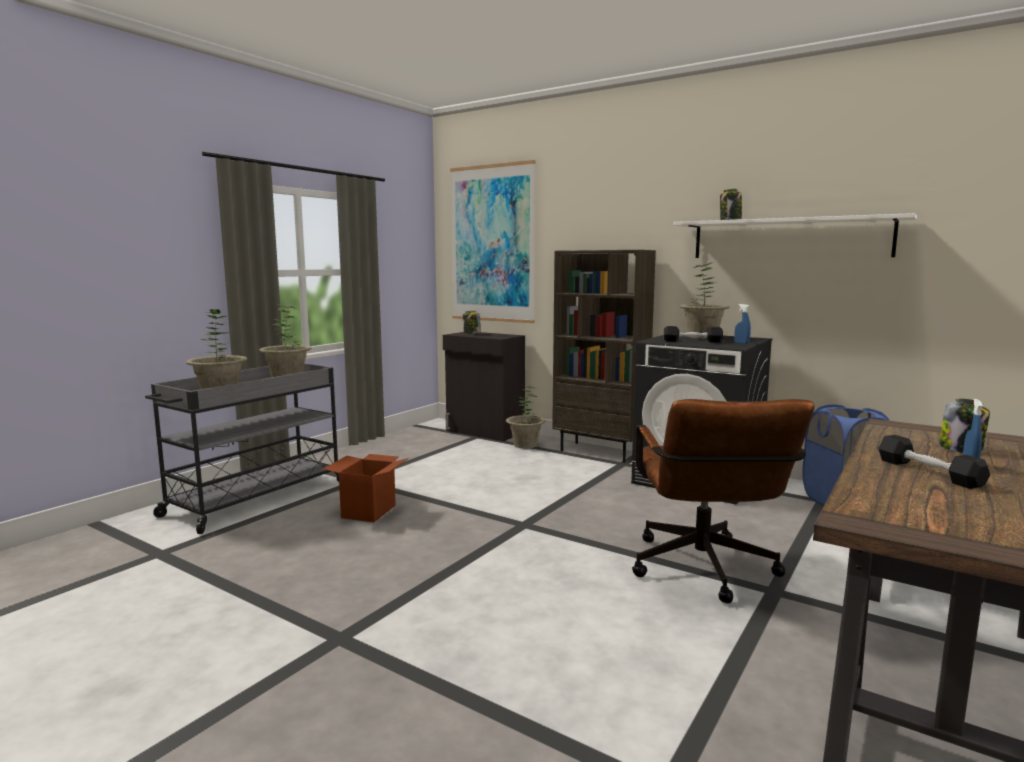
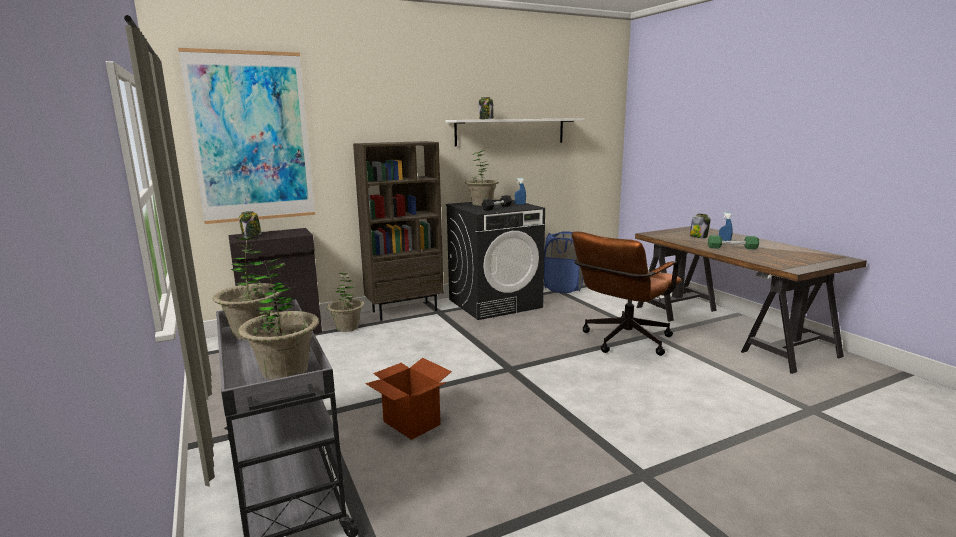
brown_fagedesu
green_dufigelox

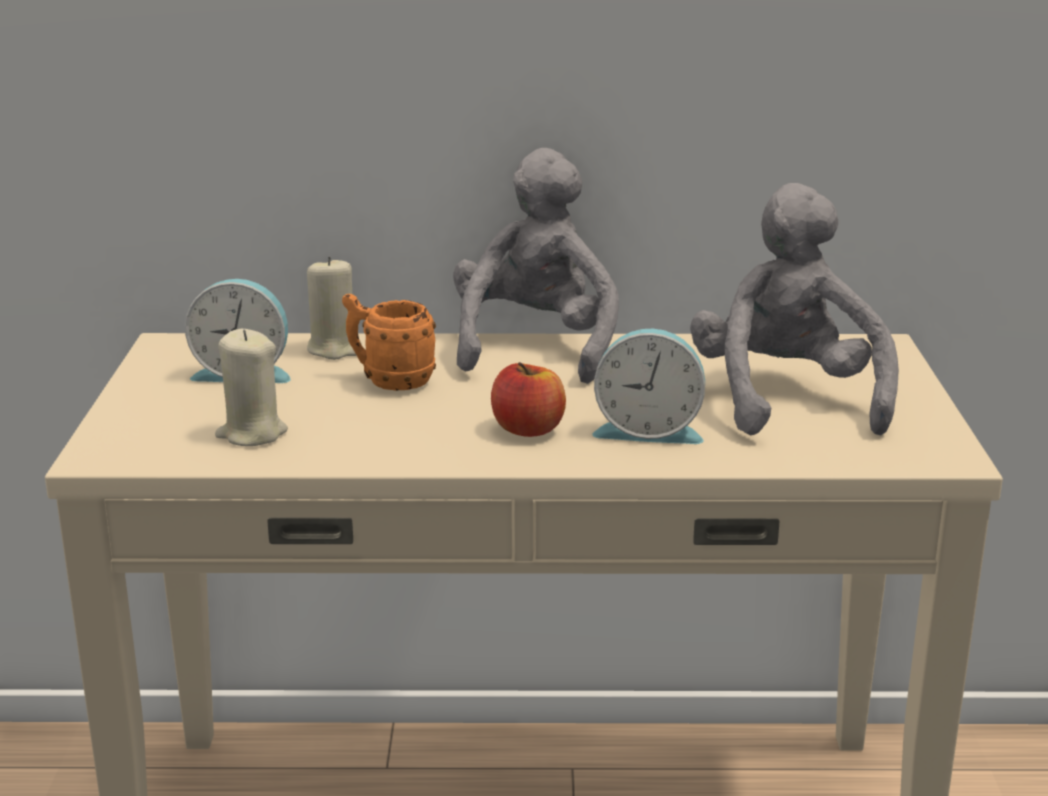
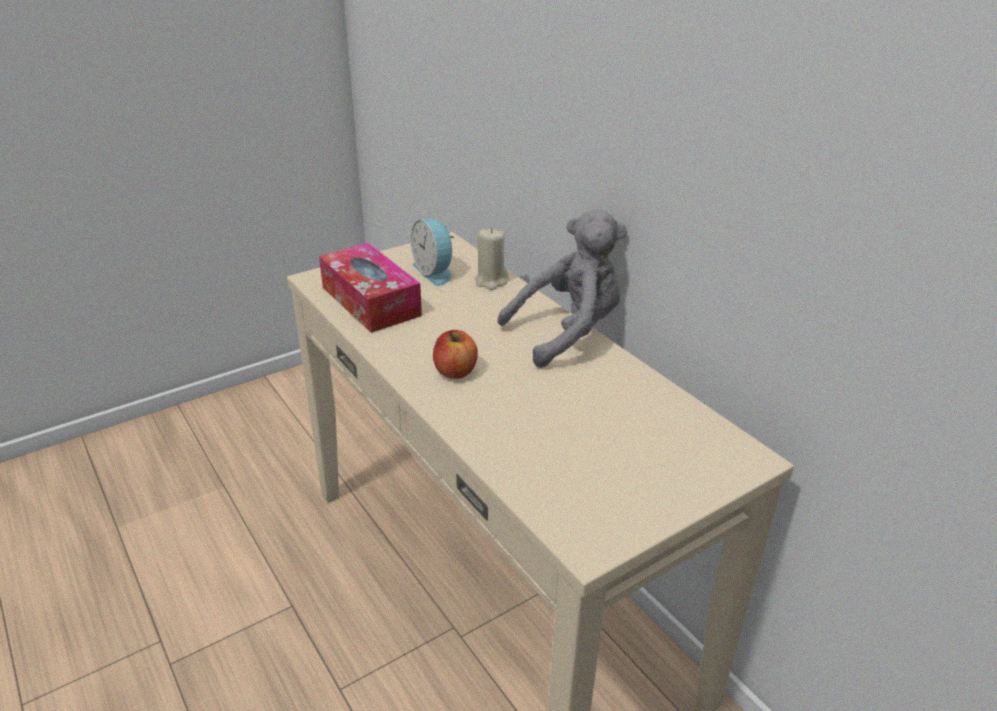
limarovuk
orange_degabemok
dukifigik (2nd from left in the first image)
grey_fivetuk (2nd from left in the first image)

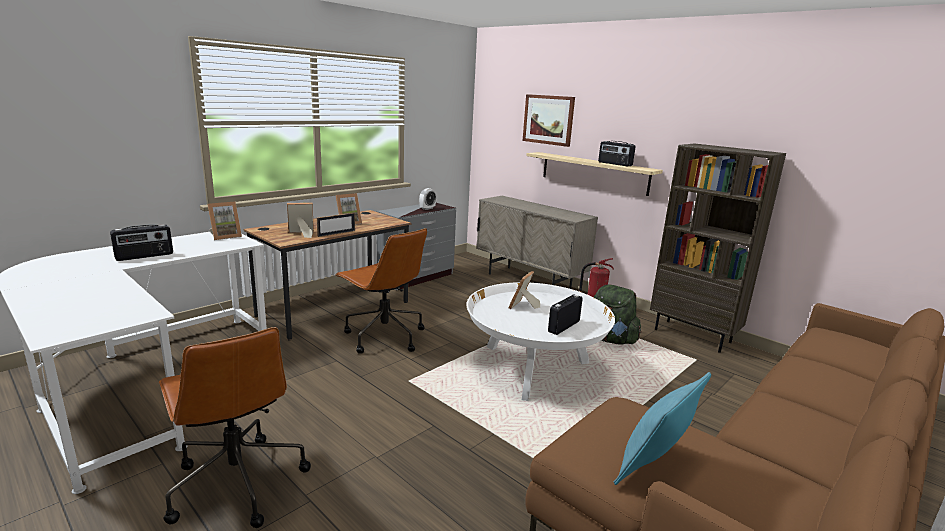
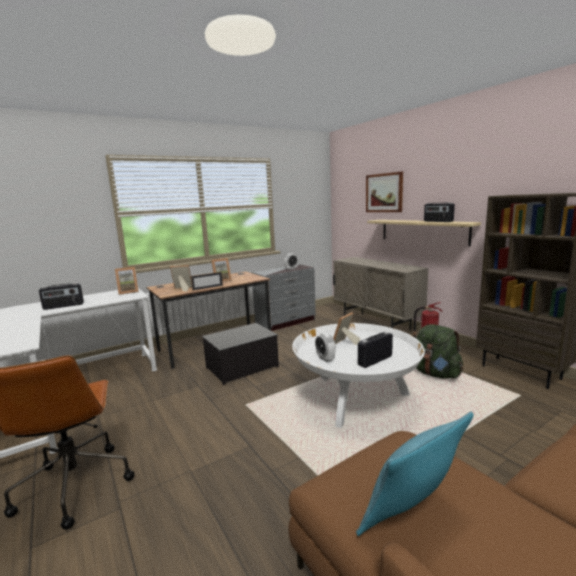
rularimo
dukifigik (2nd from left)

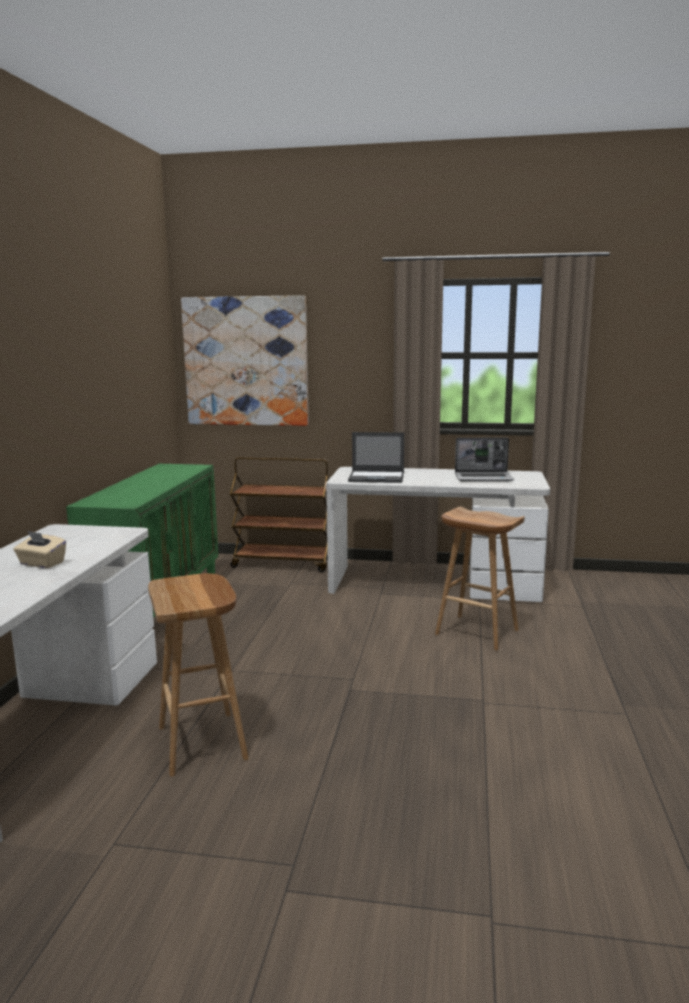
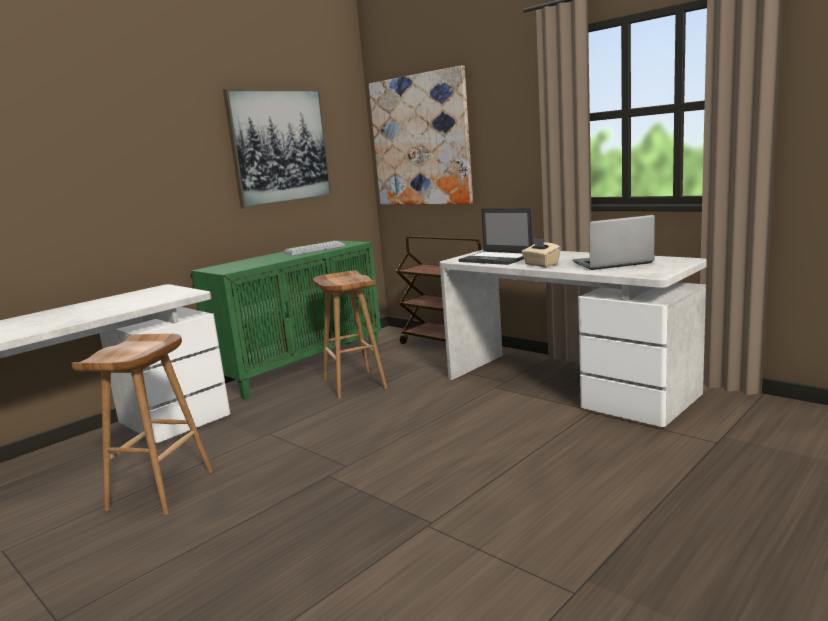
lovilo (1st from left)
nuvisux
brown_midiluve (2nd from left)
beige_limarovuk
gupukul (2nd from left)

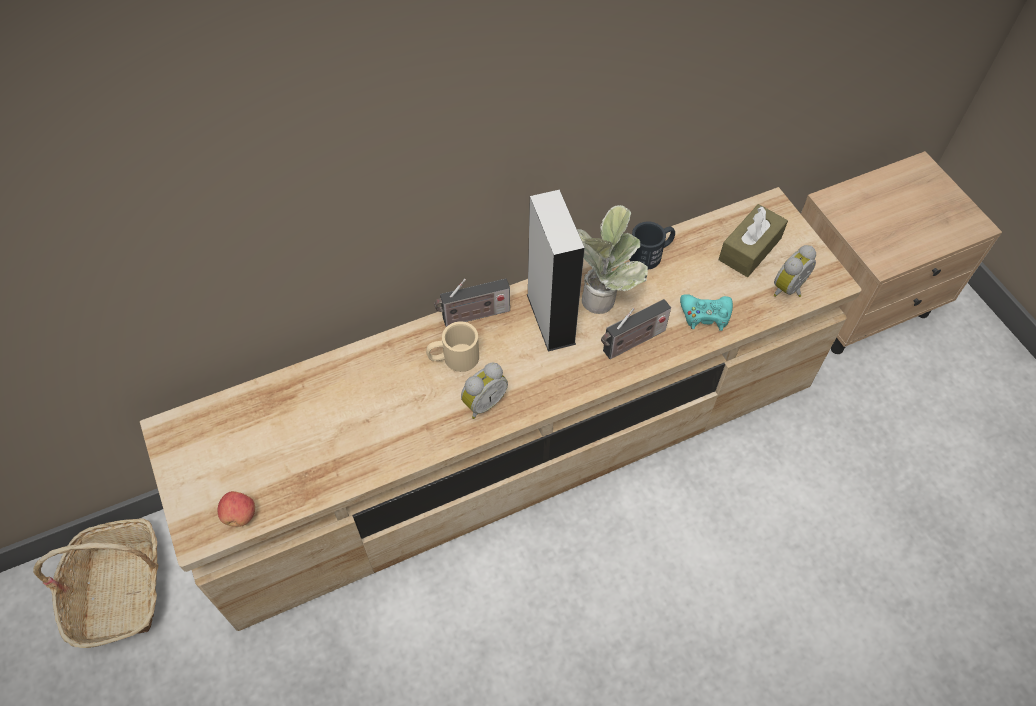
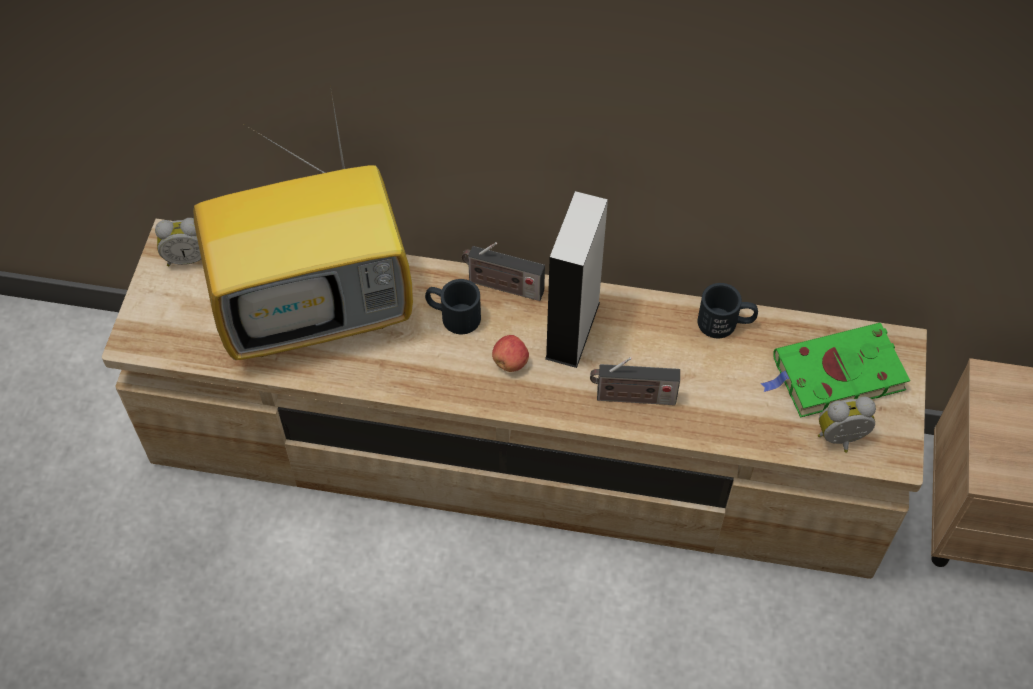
dukifigik (1st from left)
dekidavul
black_degabemok (1st from left)
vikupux
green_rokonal
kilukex
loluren
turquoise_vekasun

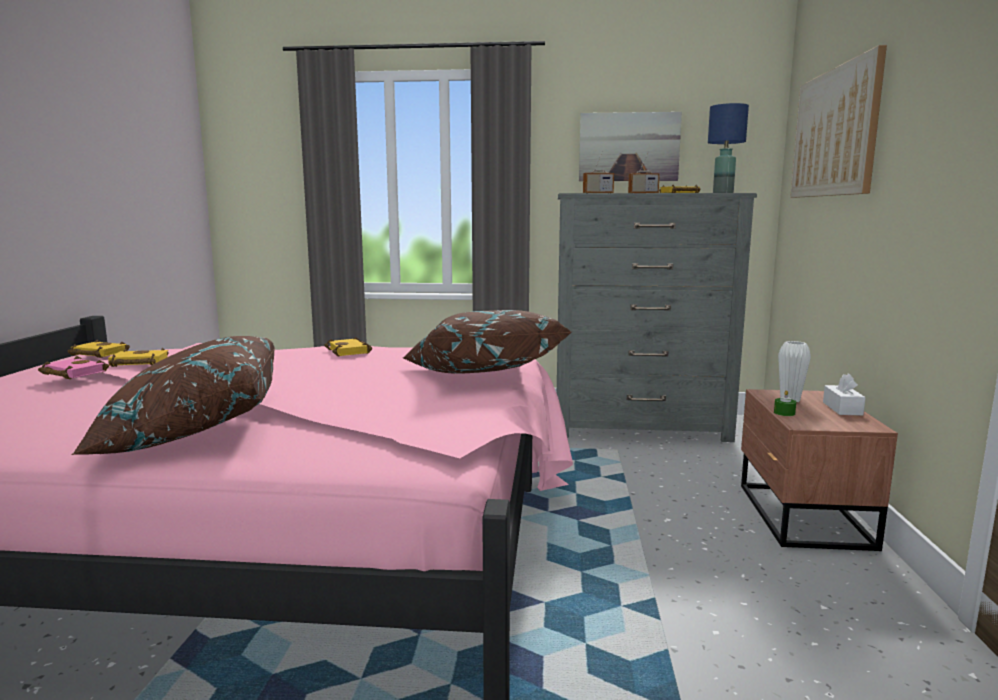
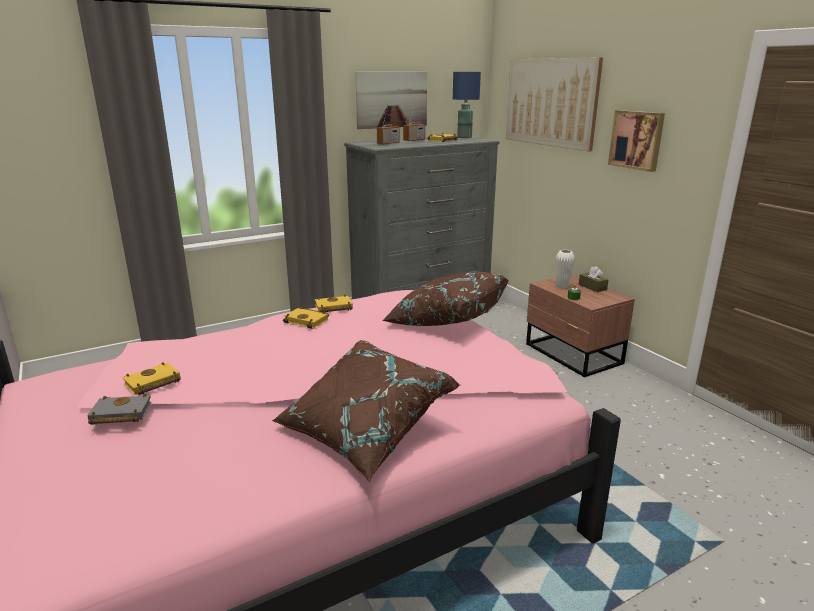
grey_rokonal
yellow_rokonal (3rd from left)
brown_limarovuk
lovilo (3rd from left)

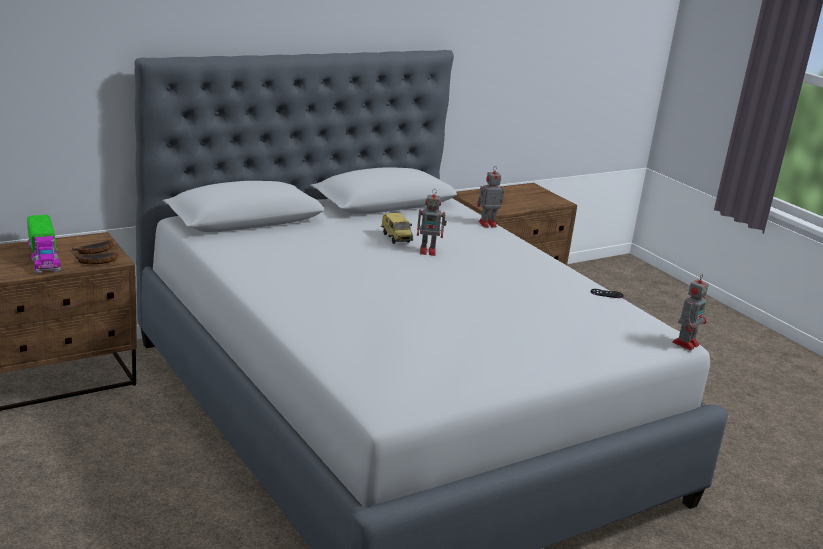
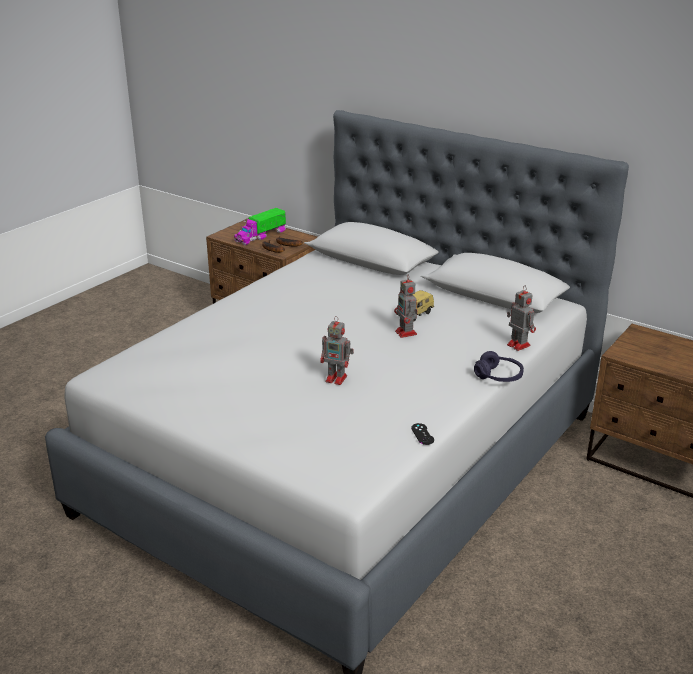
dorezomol (1st from left)
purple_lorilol

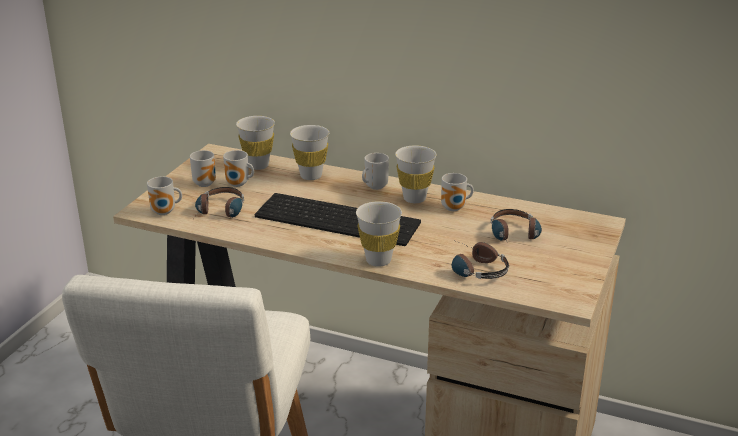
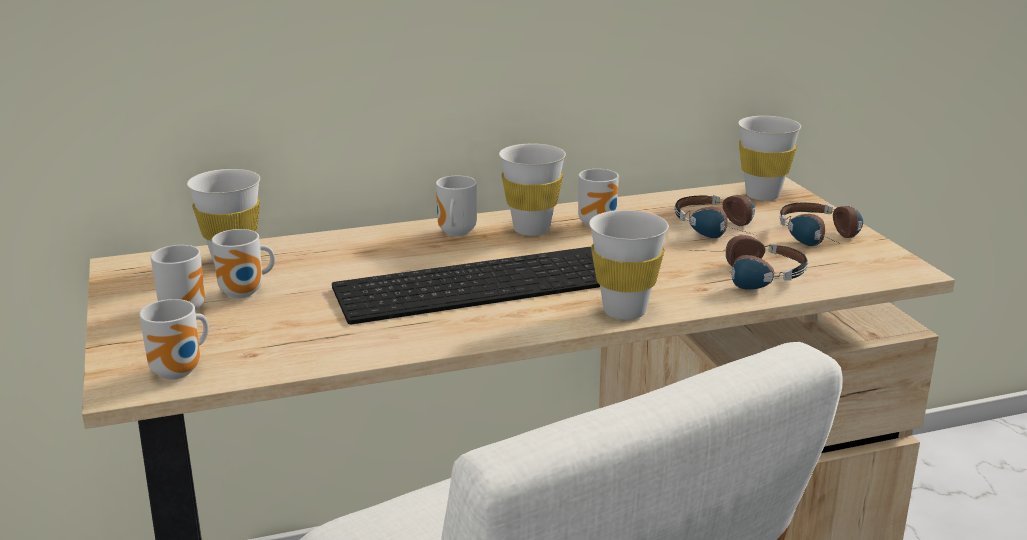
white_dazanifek (4th from left)
lorilol (3rd from left)

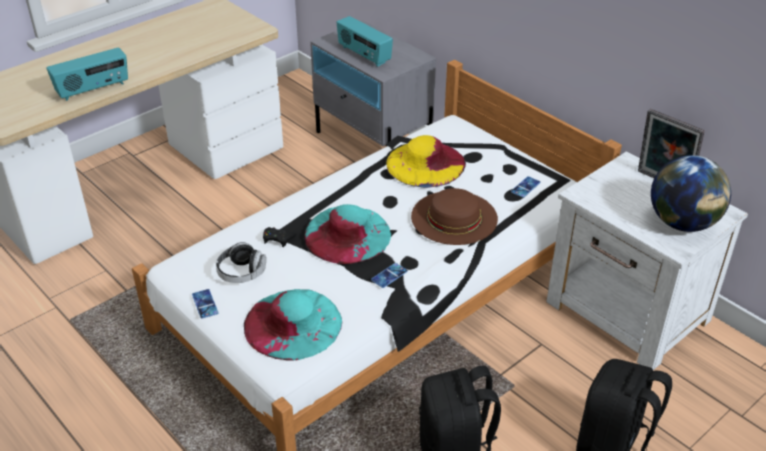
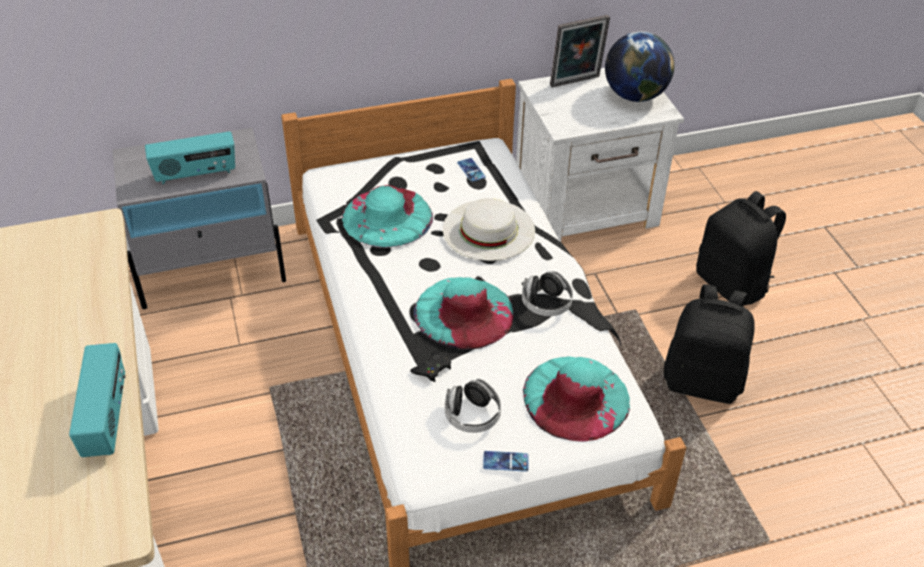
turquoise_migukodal (1st from left)
white_migukodal
lorilol (2nd from left)

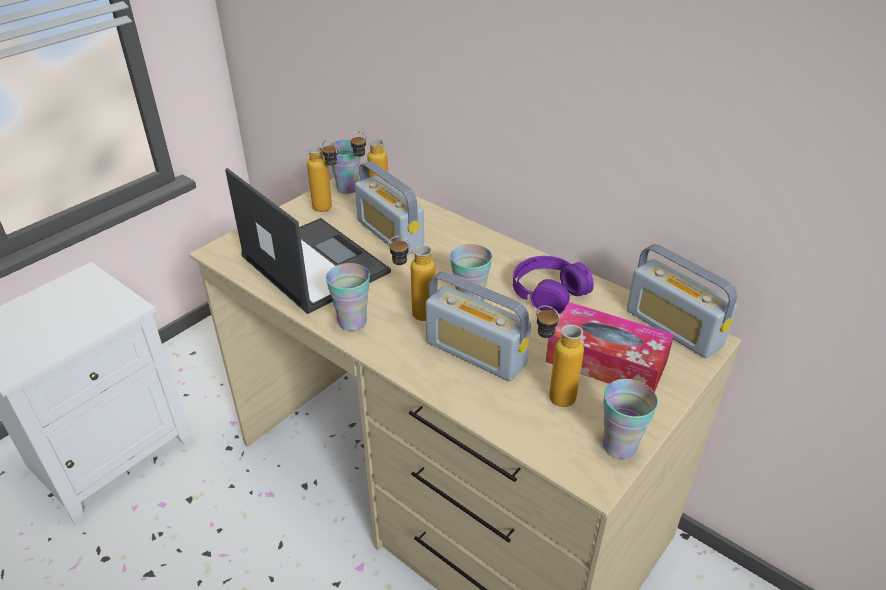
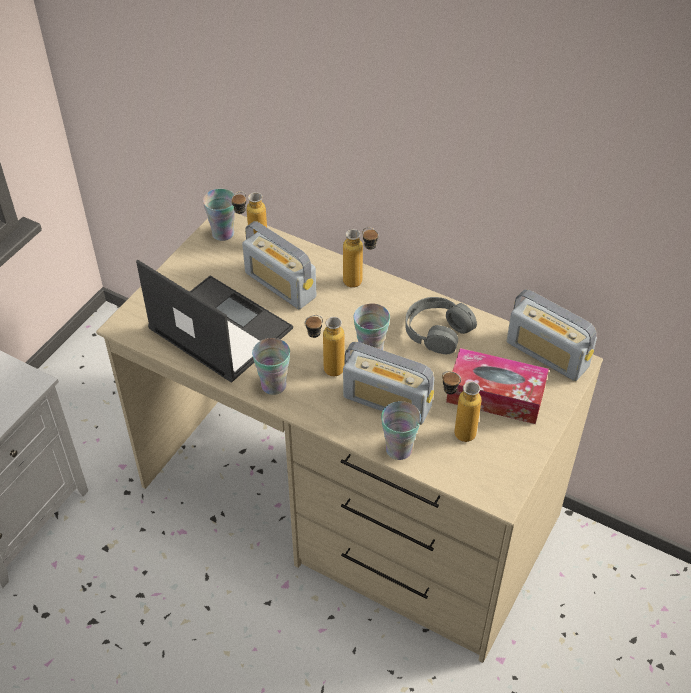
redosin (3rd from left)
dazanifek (4th from left)
grey_lorilol

